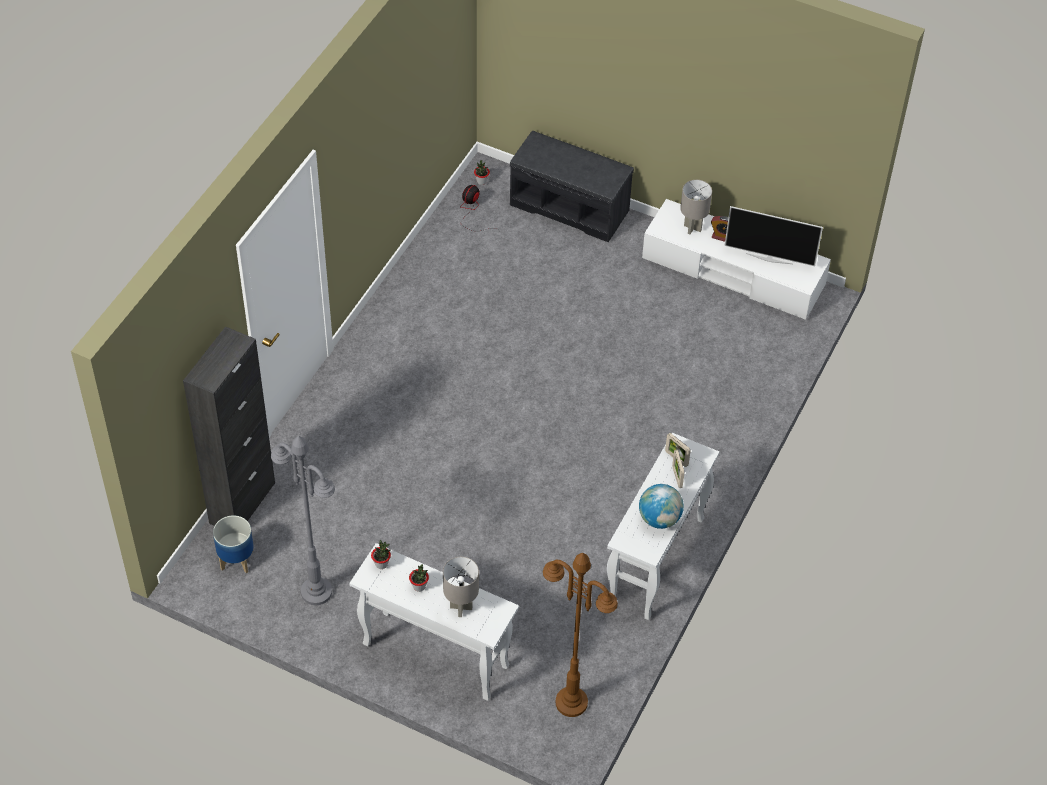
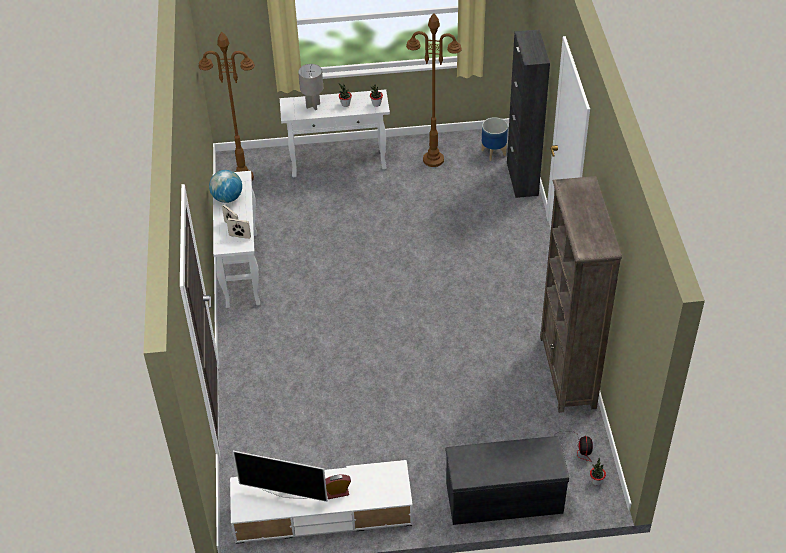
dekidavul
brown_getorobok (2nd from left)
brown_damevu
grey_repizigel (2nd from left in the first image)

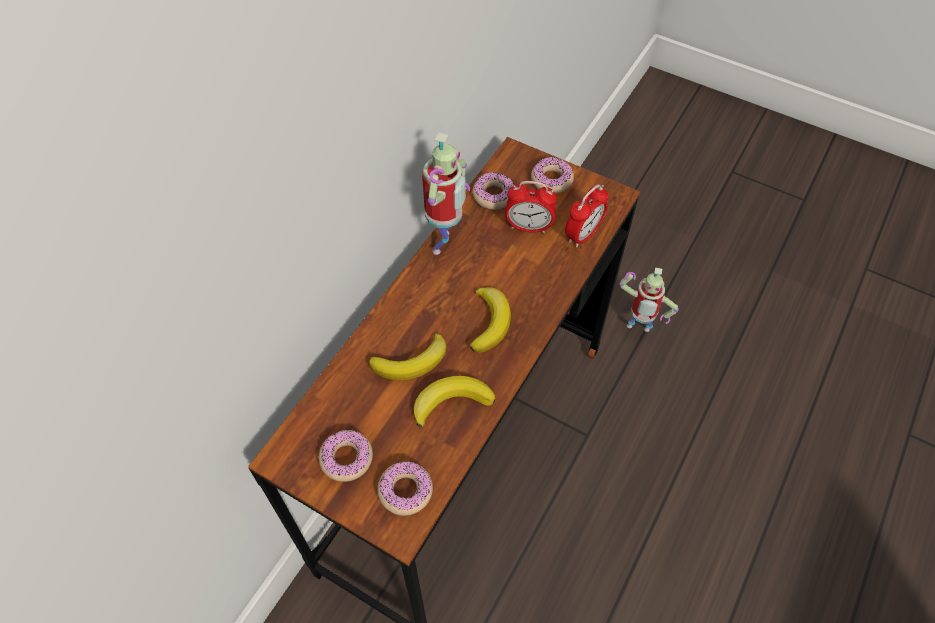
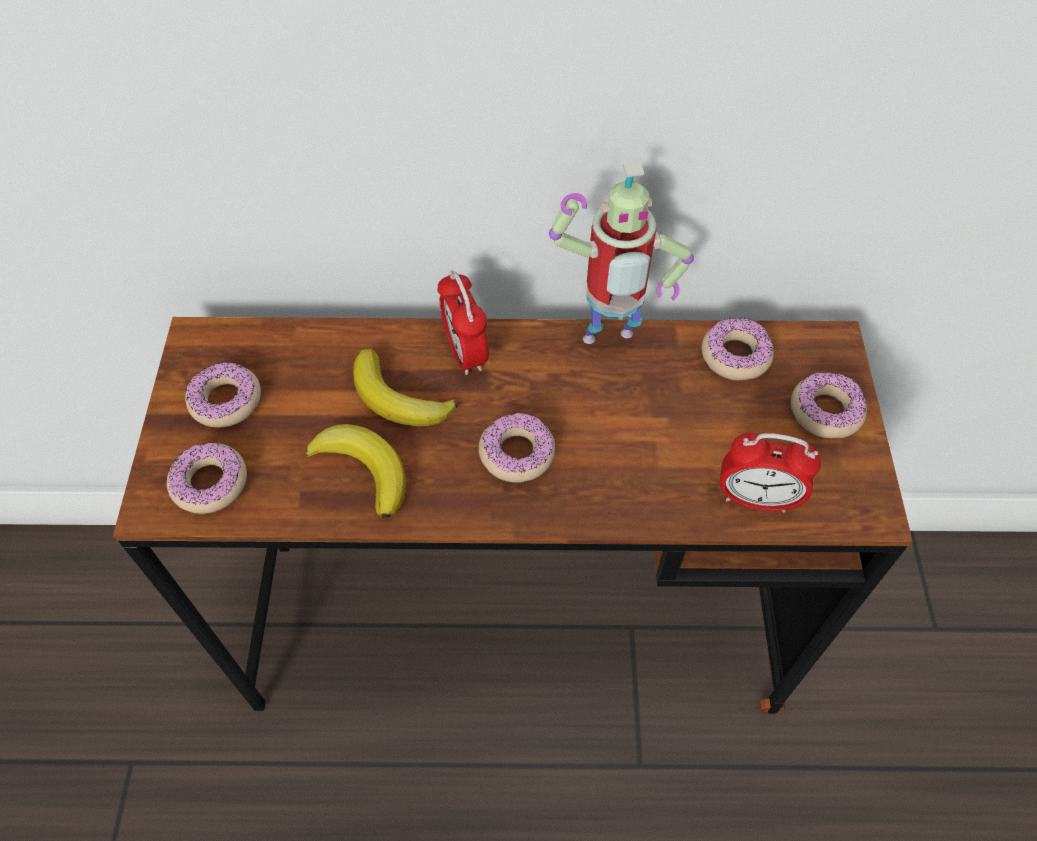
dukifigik (1st from left)
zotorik (3rd from left)
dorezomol (2nd from left in the first image)

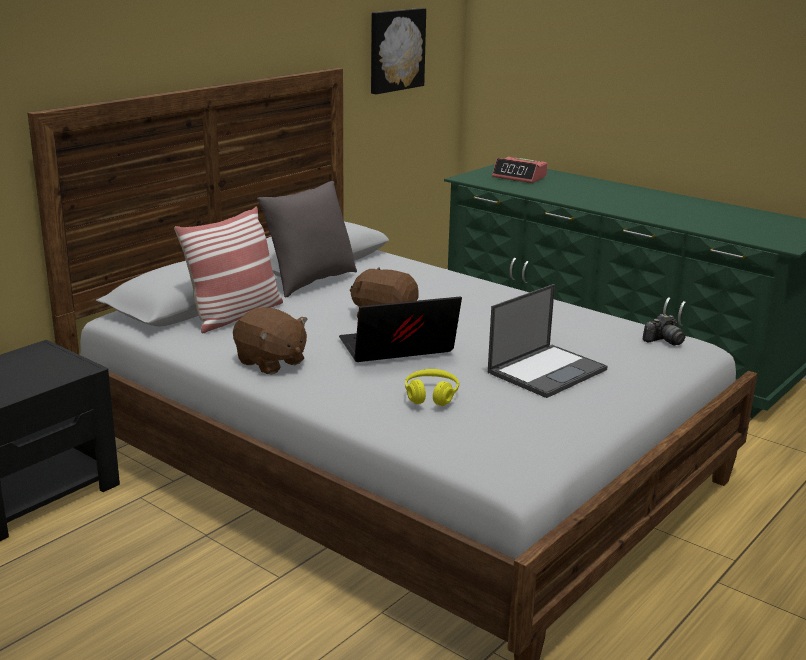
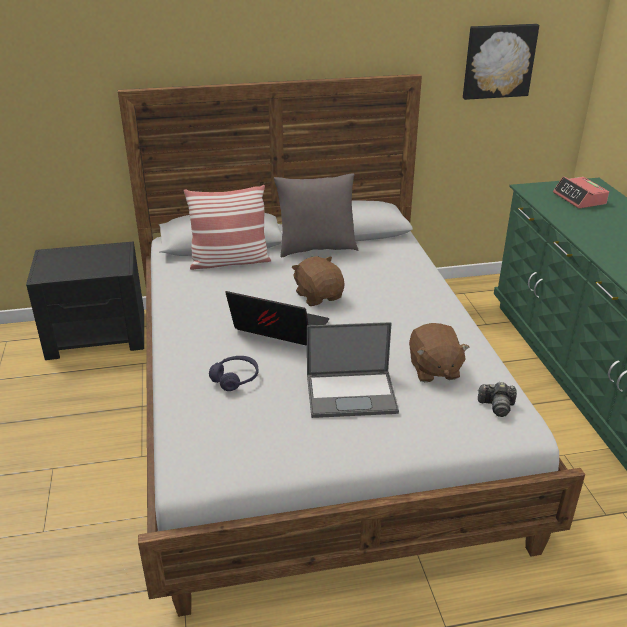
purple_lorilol
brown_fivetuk (2nd from left)

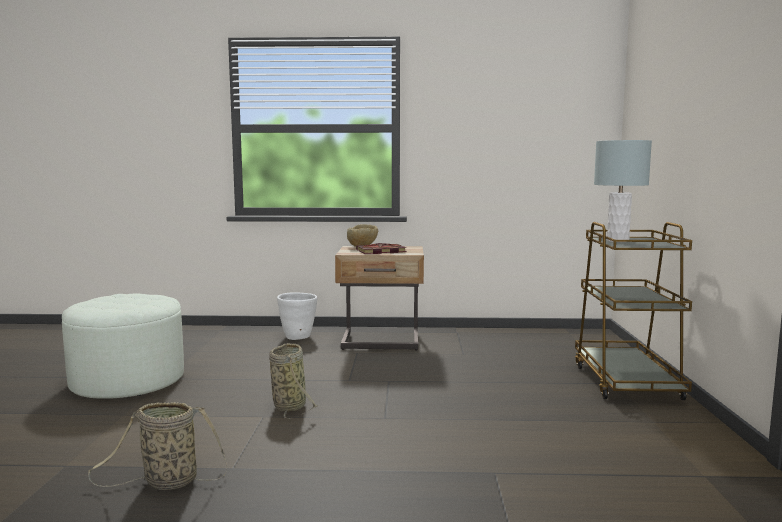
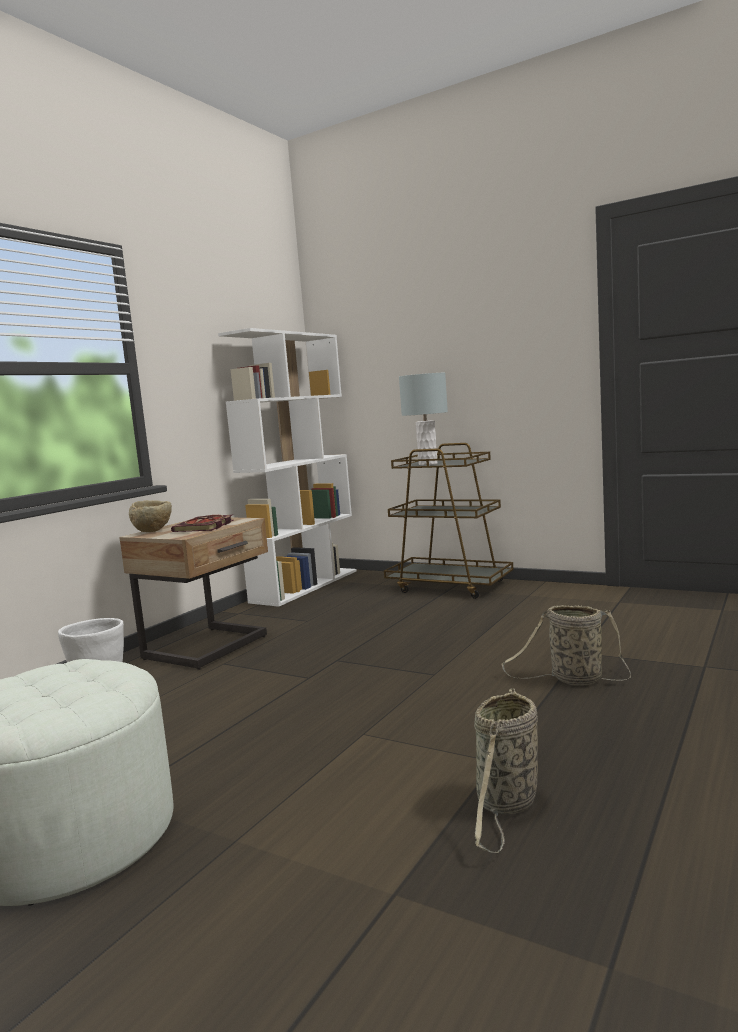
white_damevu
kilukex (2nd from left)

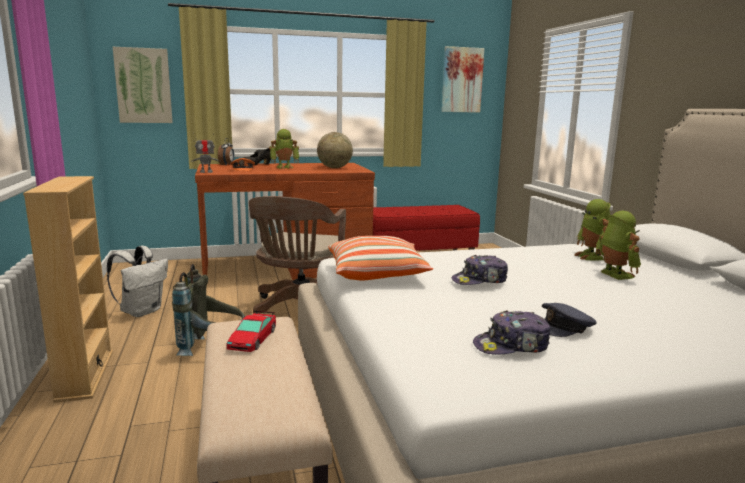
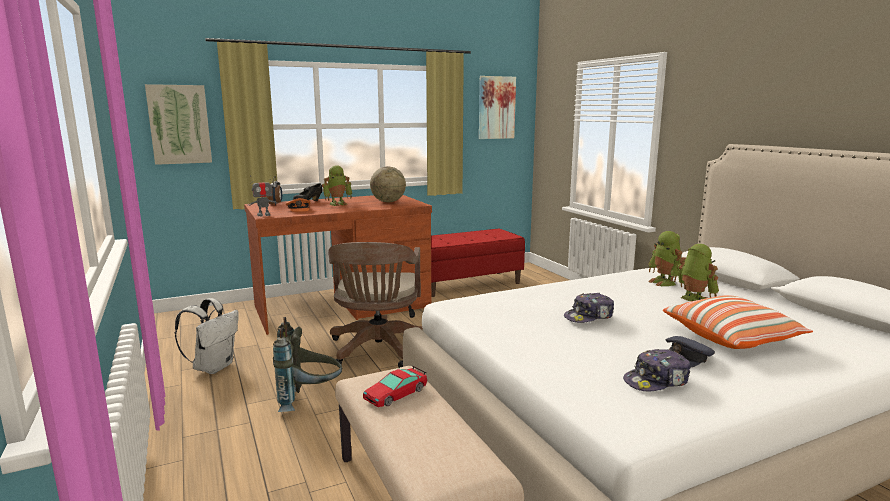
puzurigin
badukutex
beige_damevu

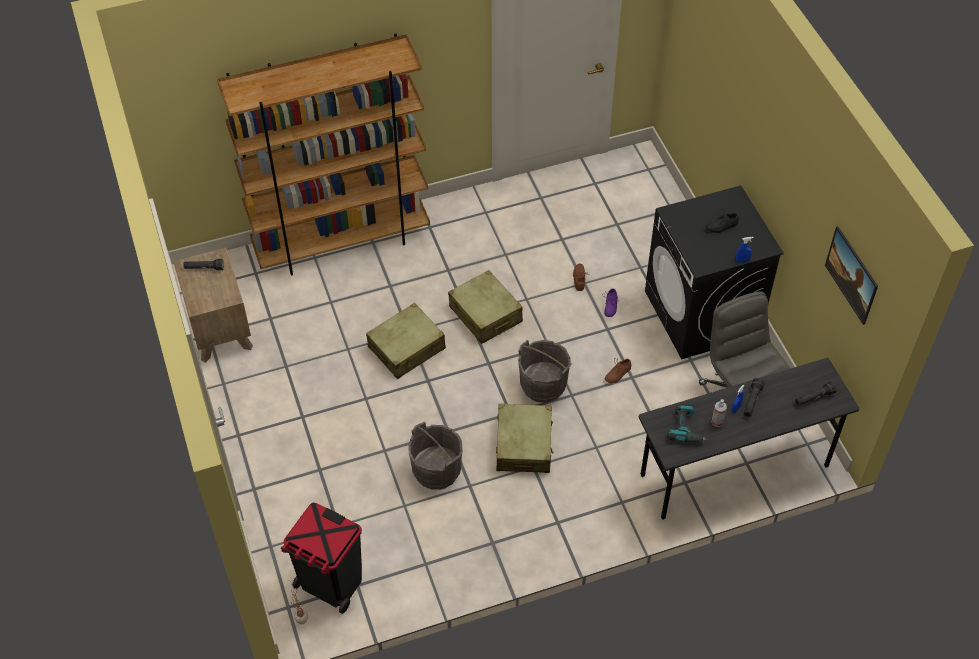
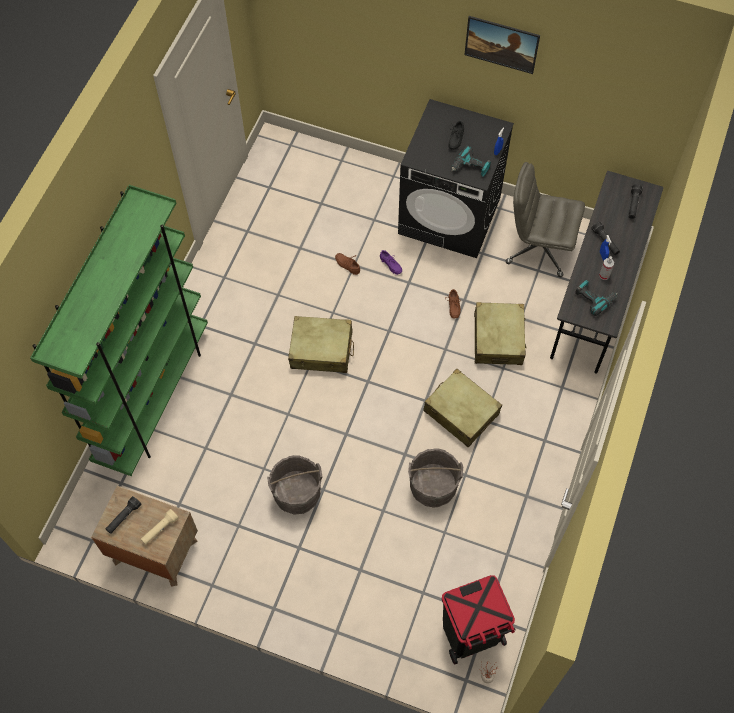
green_damevu
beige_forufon
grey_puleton (1st from left)
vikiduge (1st from left)
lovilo
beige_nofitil (3rd from left)

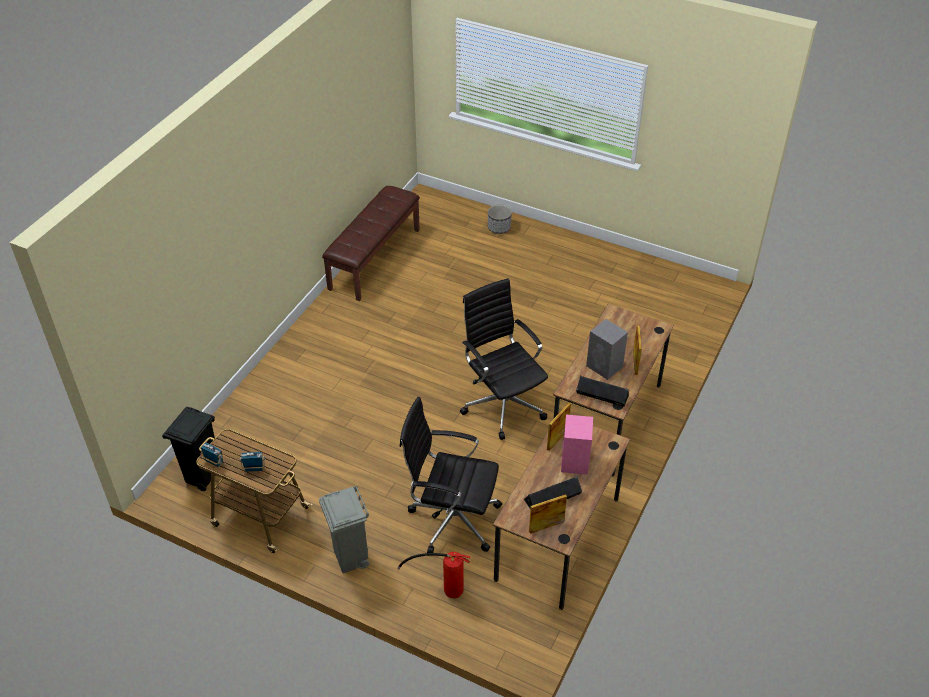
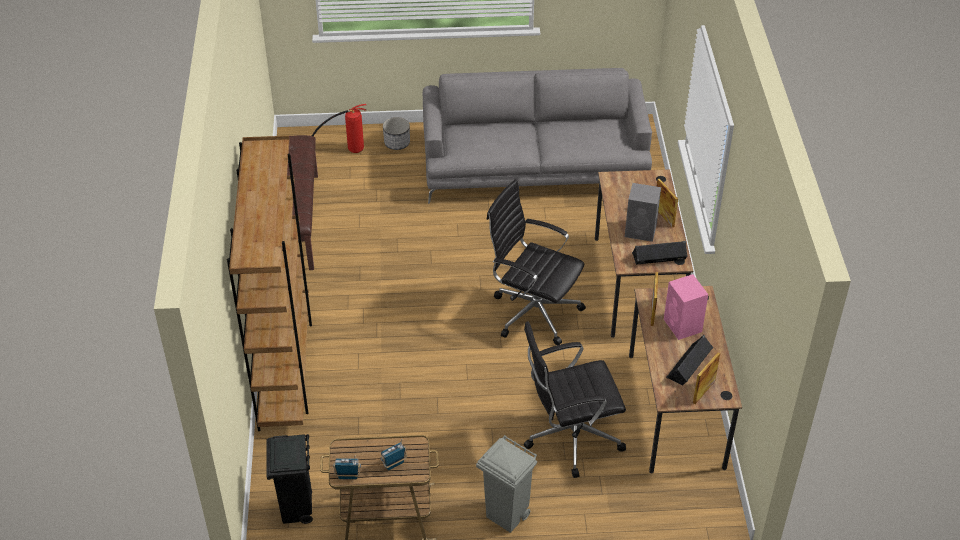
brown_damevu
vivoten
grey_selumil

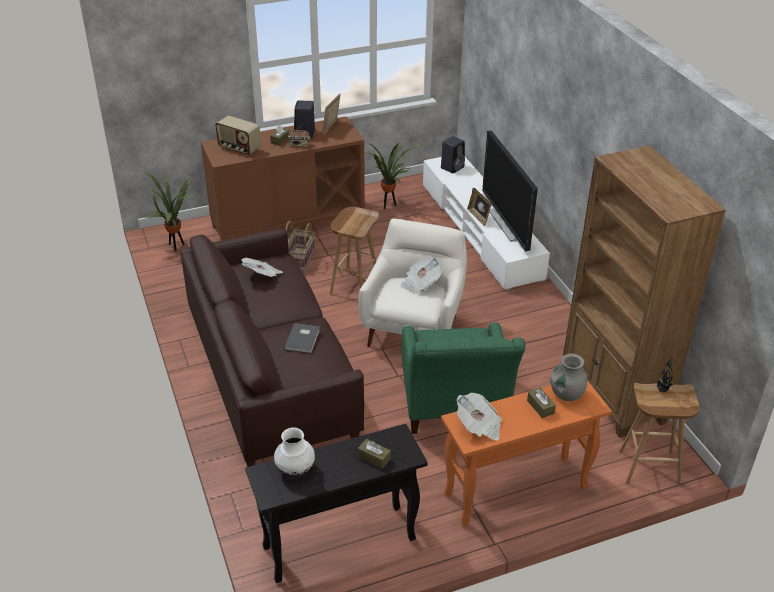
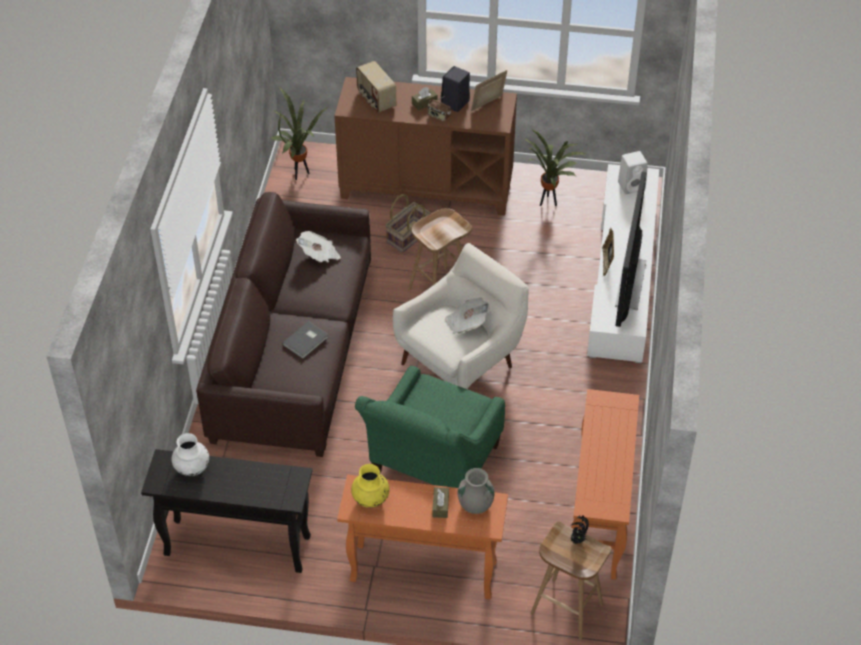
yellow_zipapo
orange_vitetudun (2nd from left)
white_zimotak
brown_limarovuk (2nd from left in the first image)

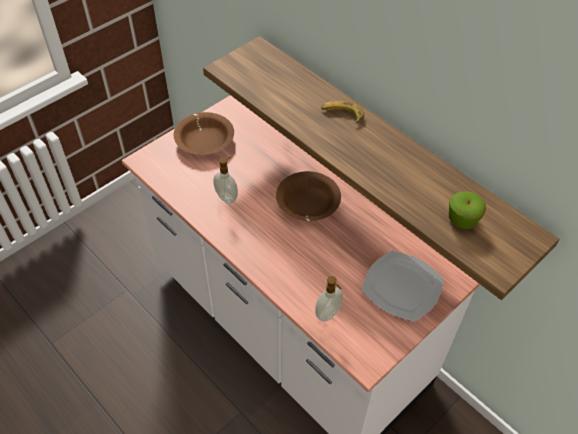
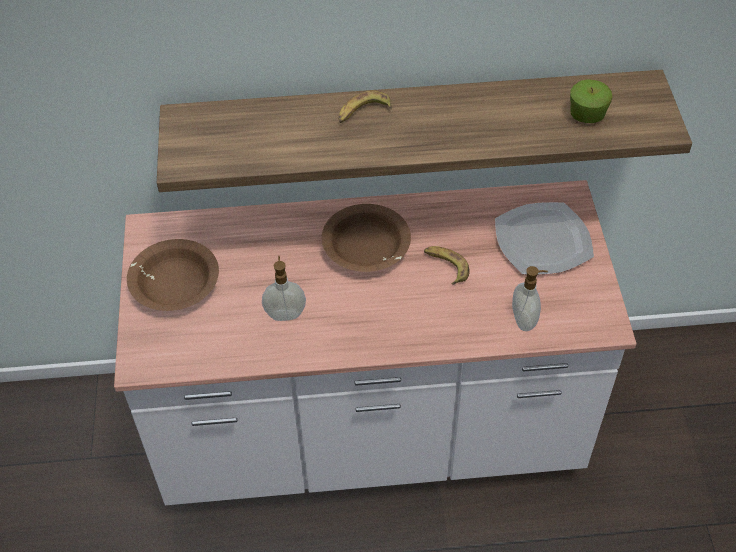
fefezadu (2nd from left)

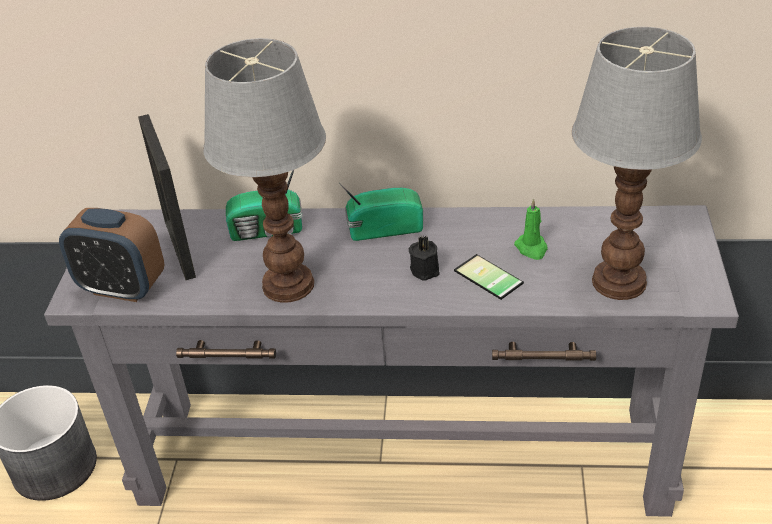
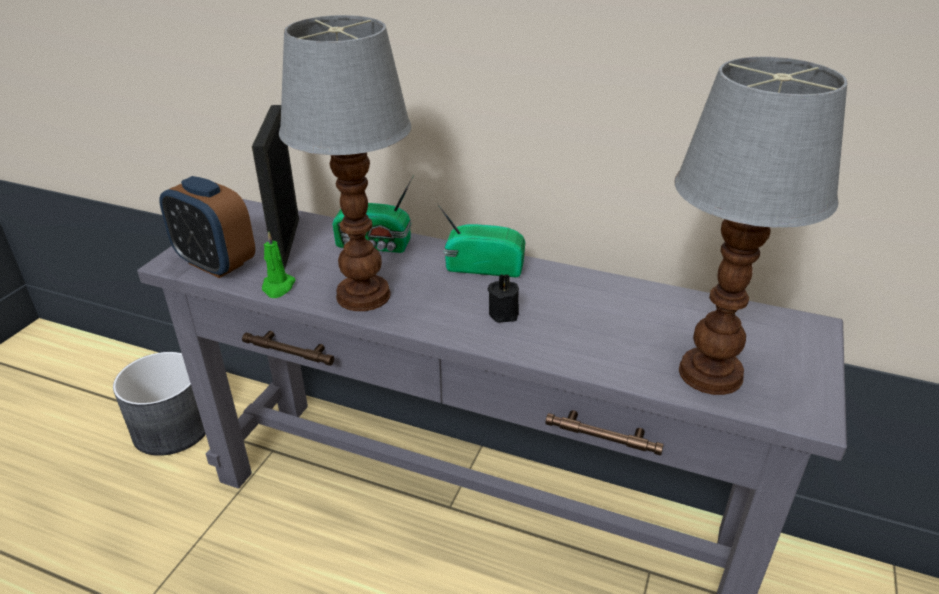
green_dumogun
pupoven

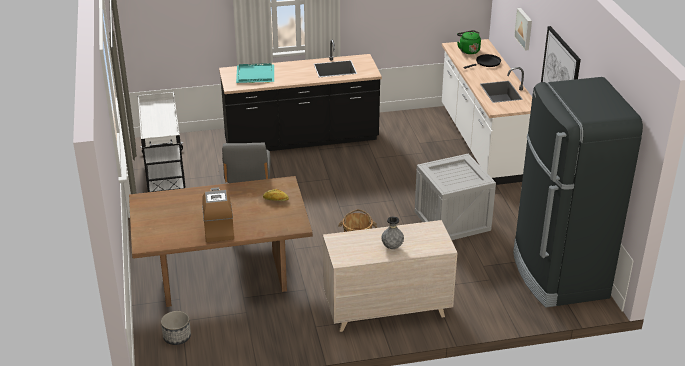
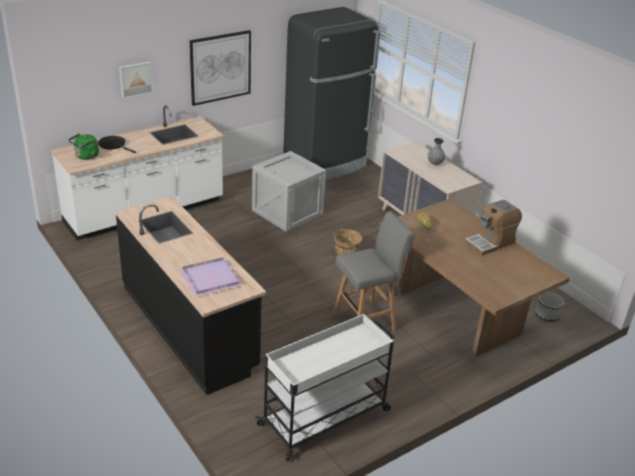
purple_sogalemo

